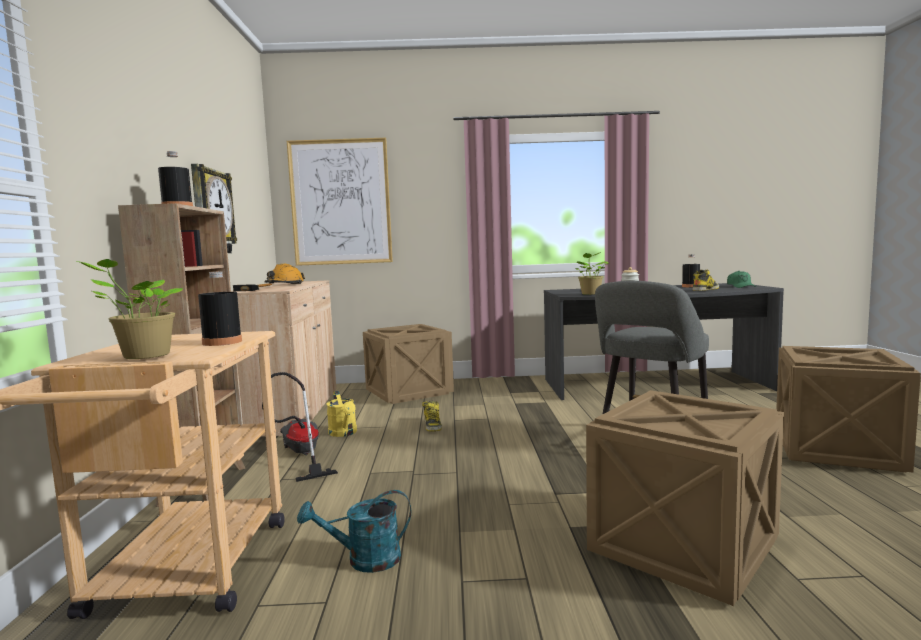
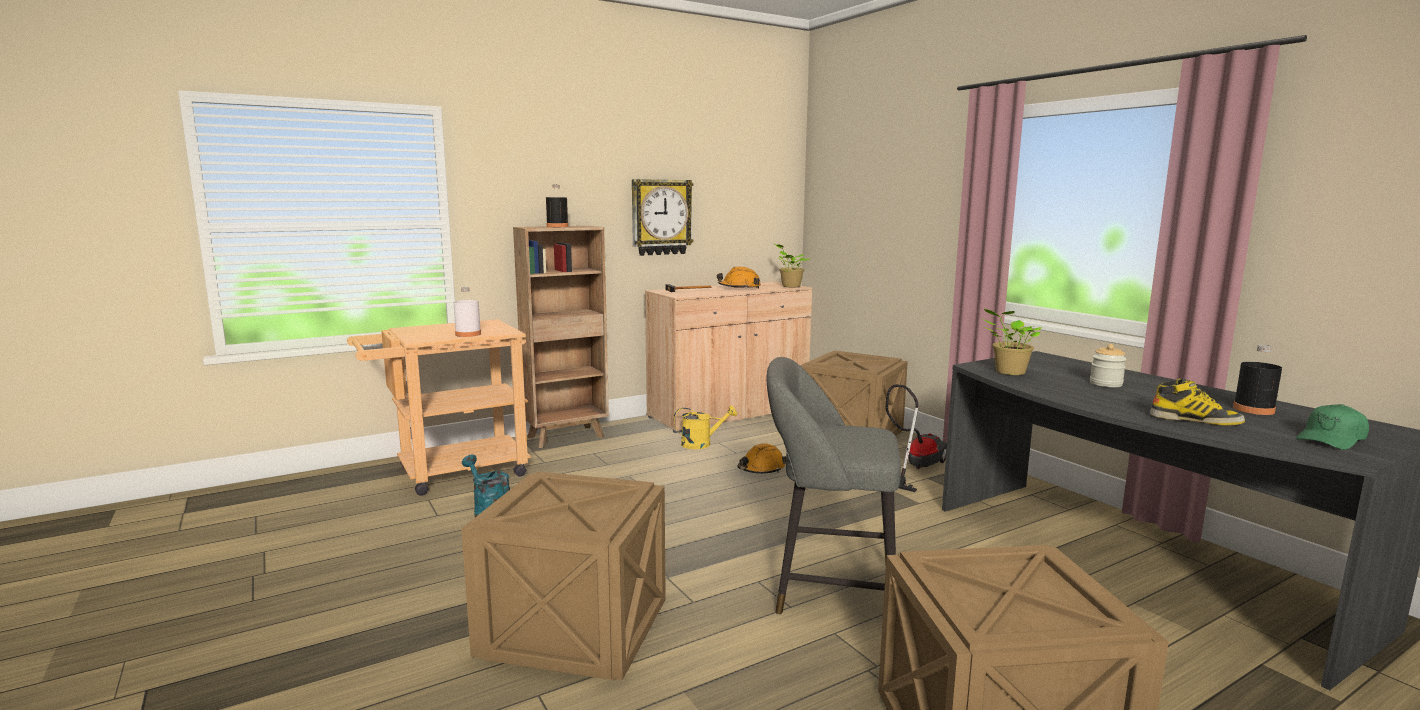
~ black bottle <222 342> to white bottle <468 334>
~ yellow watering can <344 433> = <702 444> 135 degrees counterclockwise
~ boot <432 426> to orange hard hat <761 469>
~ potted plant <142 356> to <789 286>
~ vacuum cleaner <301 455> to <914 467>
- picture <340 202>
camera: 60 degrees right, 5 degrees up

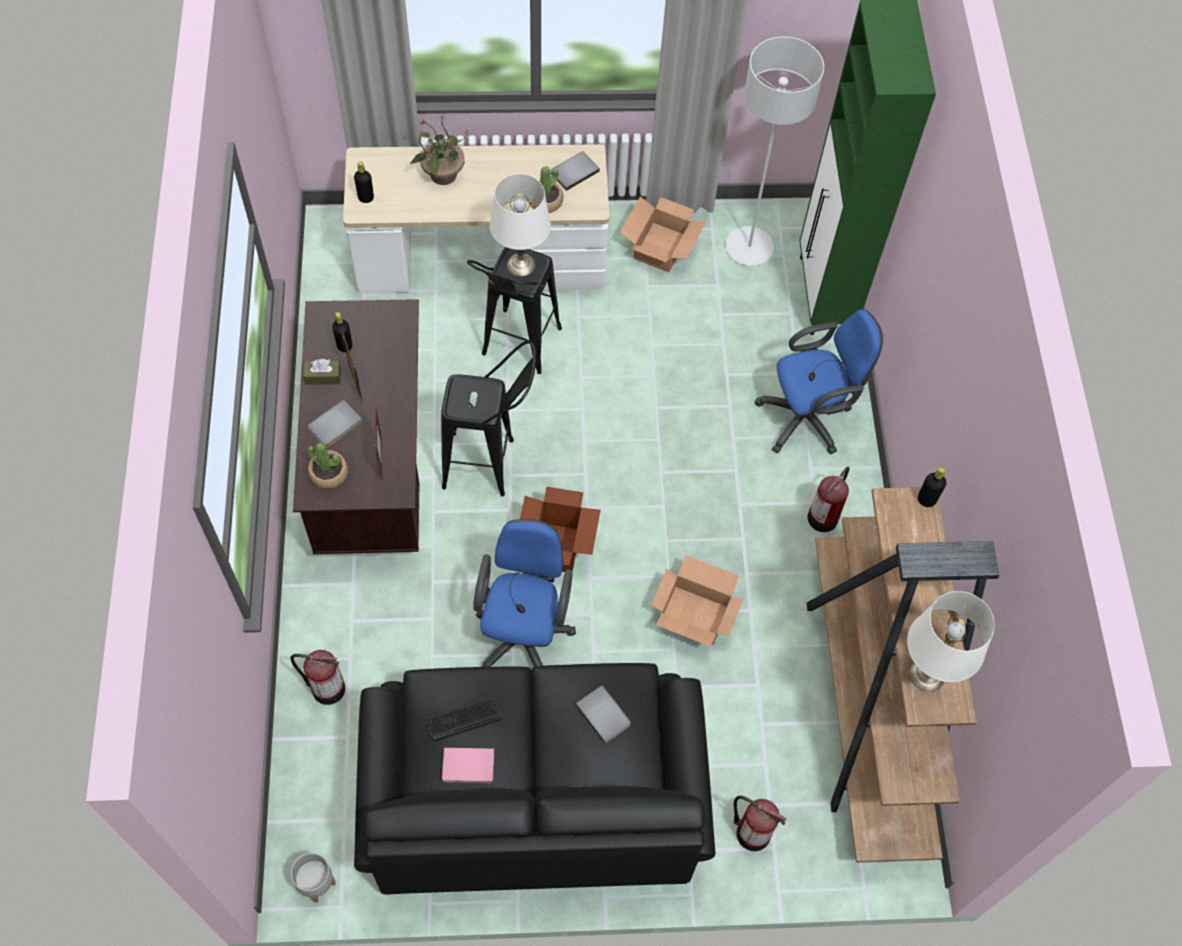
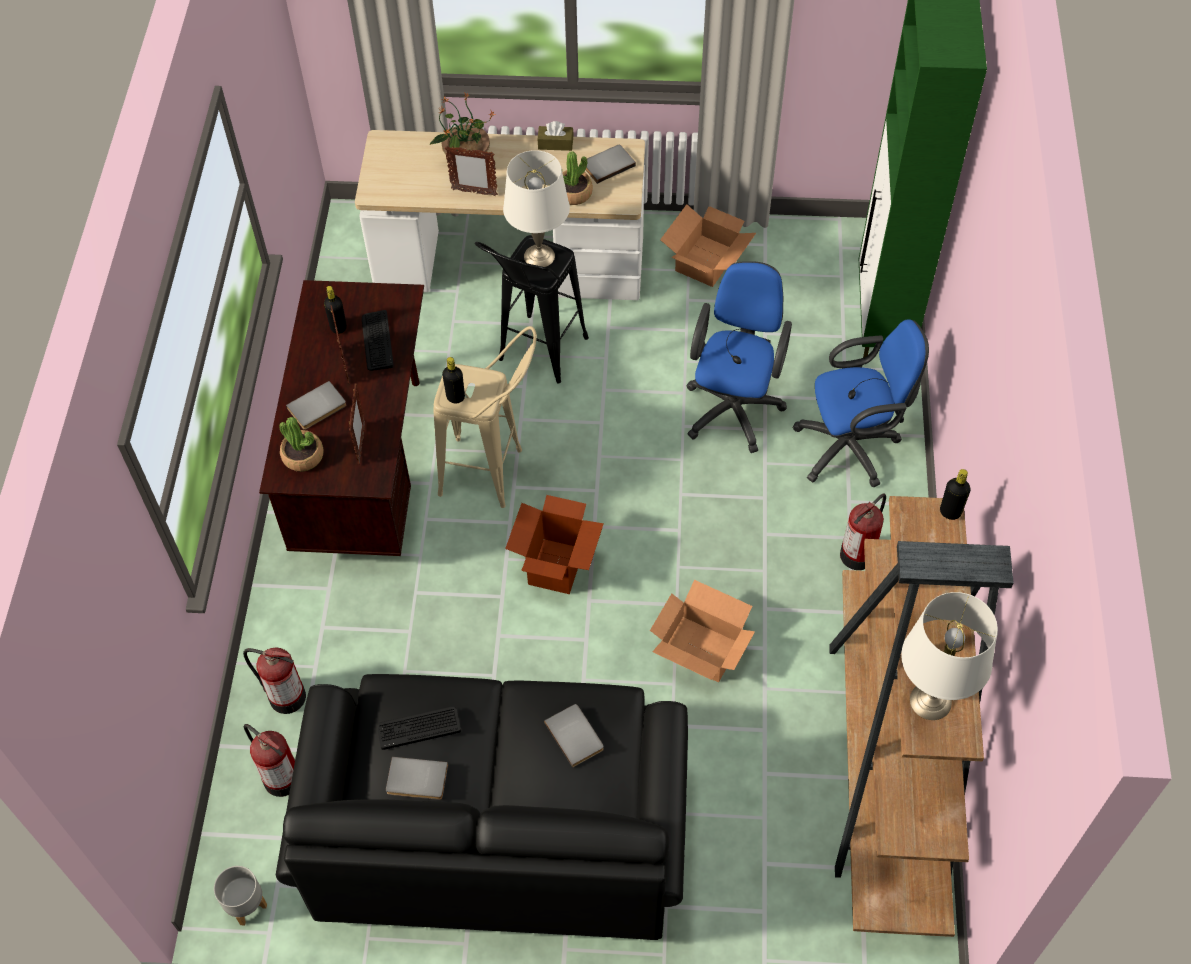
~ fire extinguisher <751 832> to <280 777>
+ keyboard <377 341>
~ pink book <468 768> to grey book <416 781>
~ black stool <491 465> to beige stool <495 475>
~ black bottle <366 198> to <455 397>
+ picture frame <474 192>
~ brown tissue box <323 376> to <555 143>
~ blue office chair <524 632> to <734 405>
- grey floor lamp <749 247>
camera: 10 degrees right, 5 degrees down

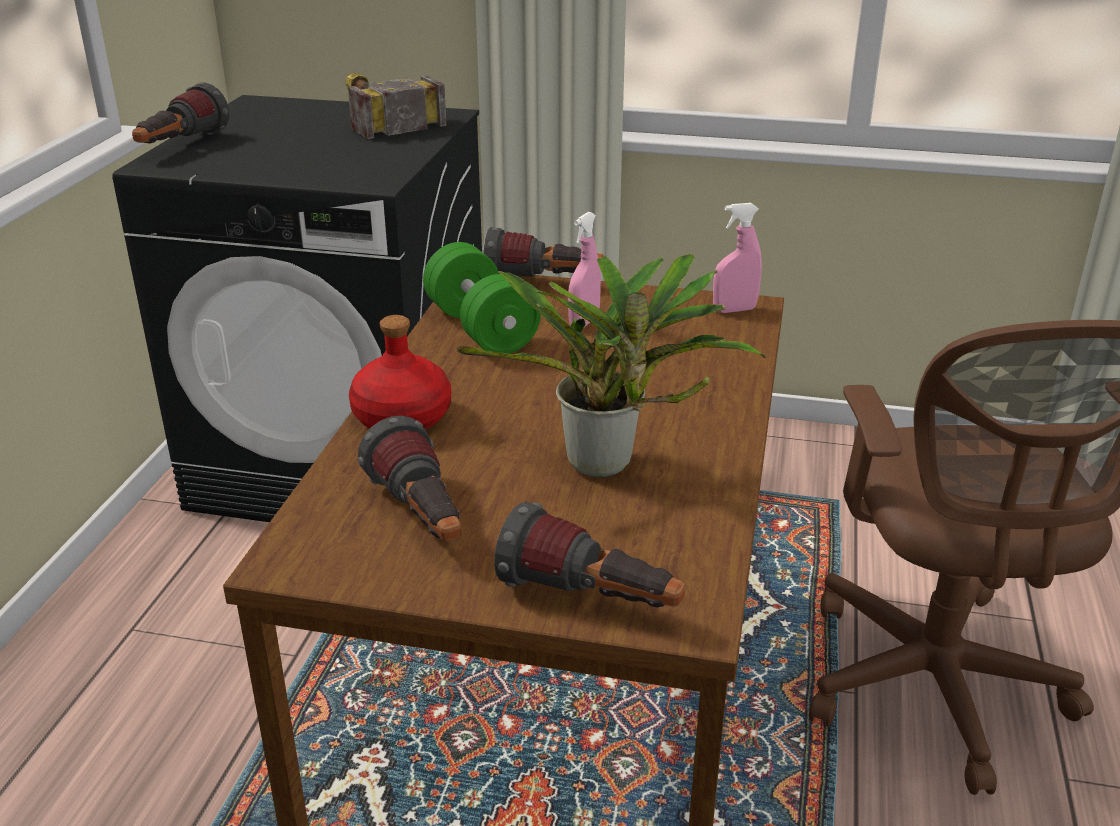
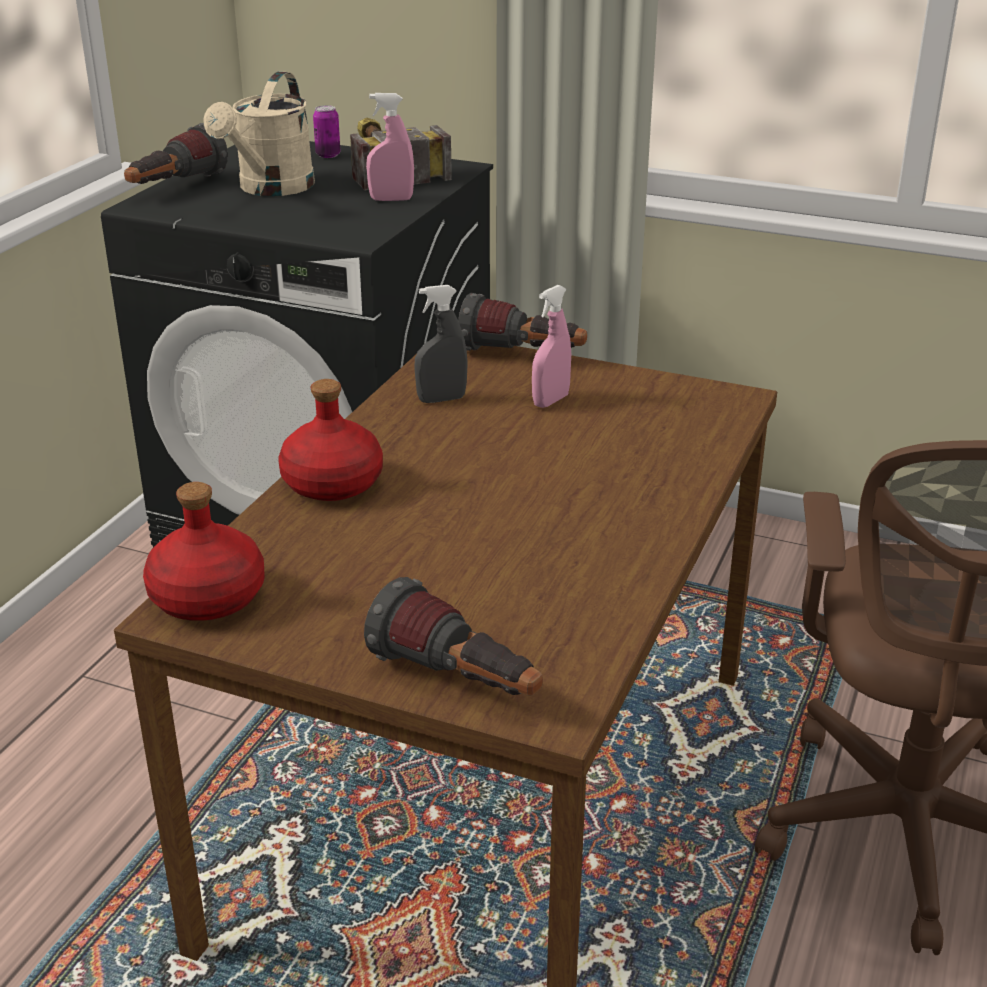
+ red bottle <209 597>
+ beige watering can <270 189>
+ can <328 155>
~ pink spray bottle <734 310> to <391 199>
~ green dumbbell <481 329> to grey spray bottle <441 399>
- flashlight <422 519>
- potted plant <607 467>
camera: 10 degrees right, 0 degrees up

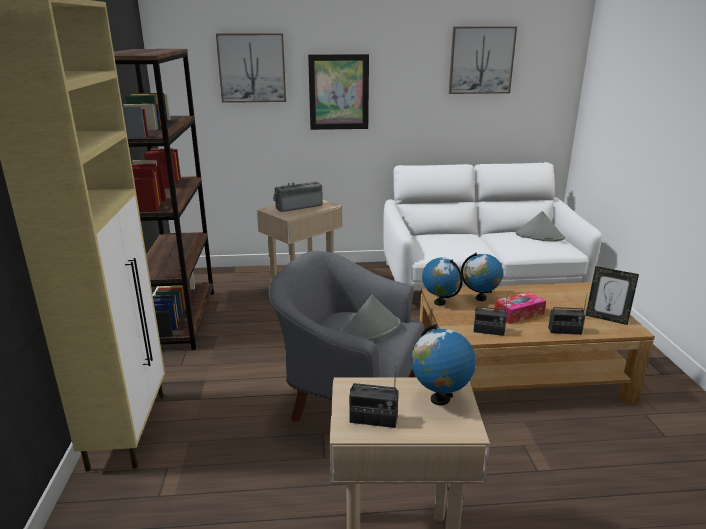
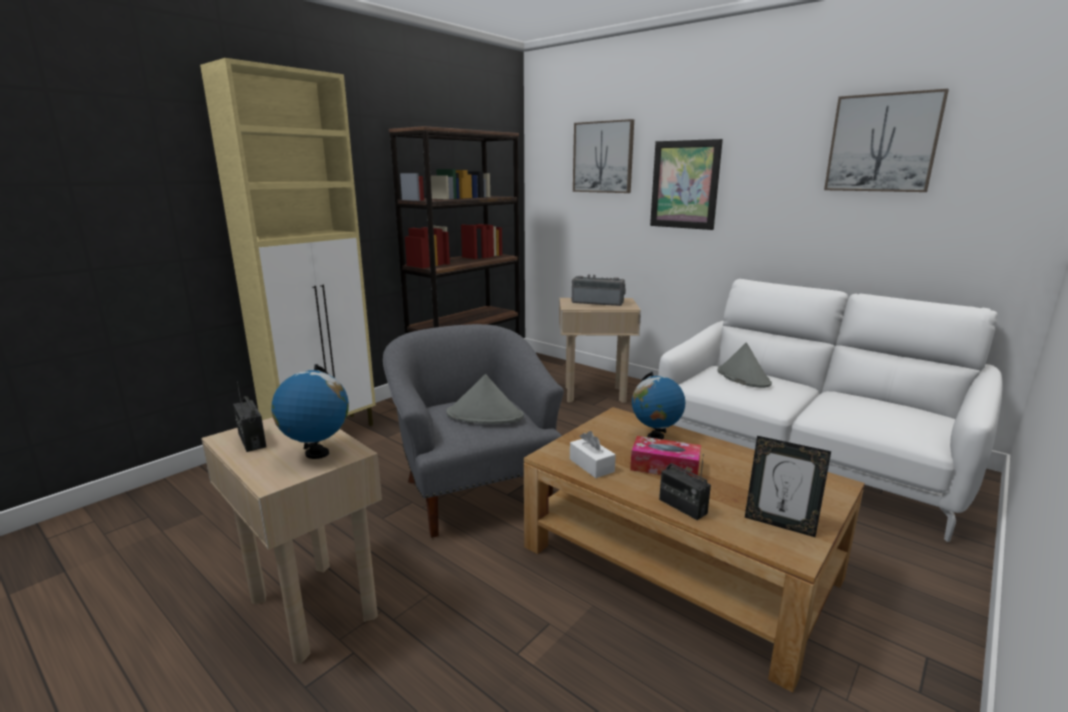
~ radio <488 331> to white tissue box <591 465>
~ grey hat <539 236> to <743 377>
~ picture frame <606 318> = <779 524> 45 degrees counterclockwise
- globe <440 302>
camera: 45 degrees right, 5 degrees down

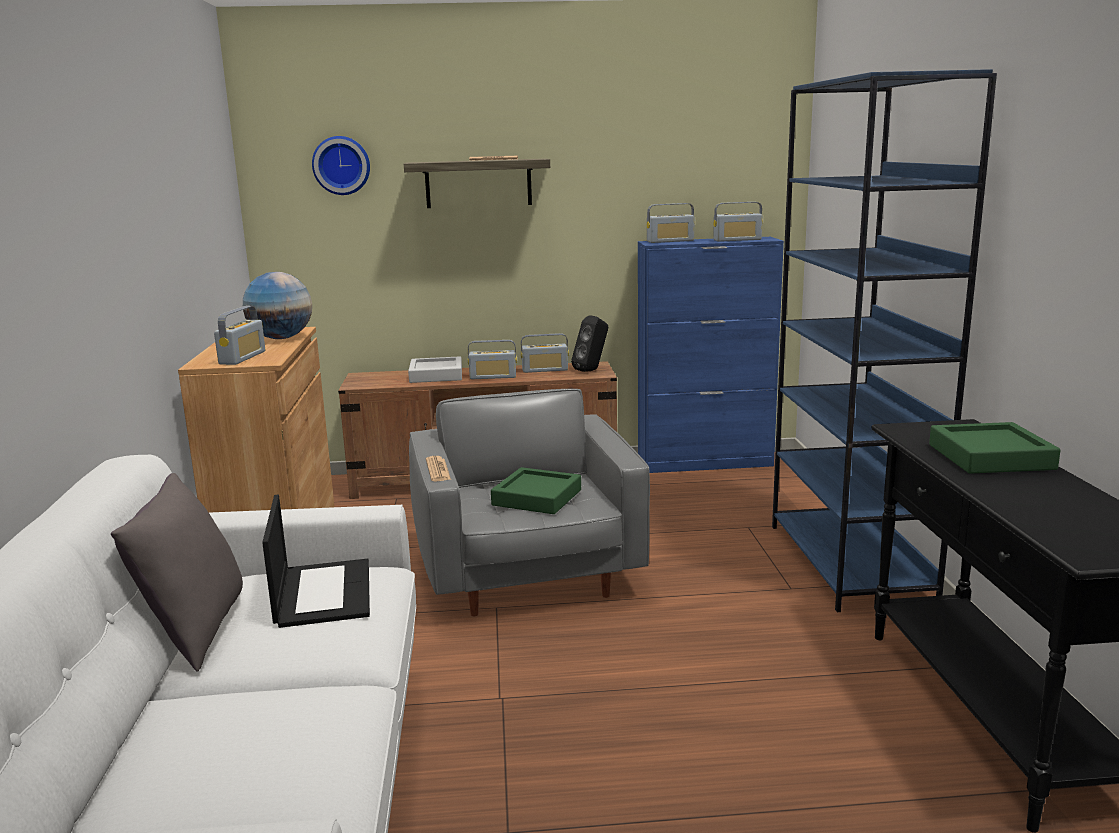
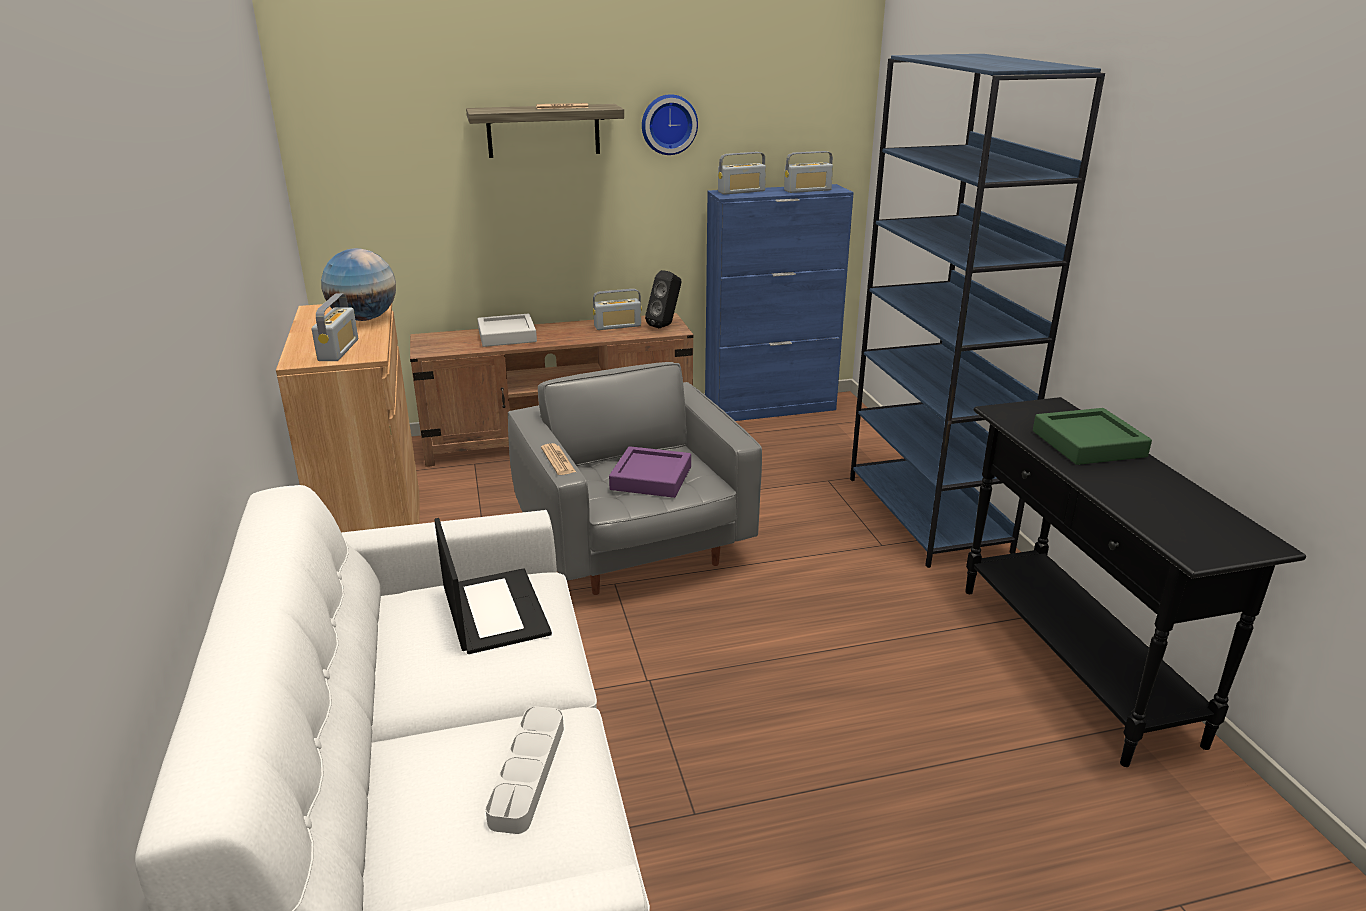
+ grey tray <527 773>
~ green tray <537 497> to purple tray <651 478>
~ wall clock <341 165> to <668 124>
- grey pillow <194 632>
- radio <493 377>
camera: 10 degrees left, 10 degrees up

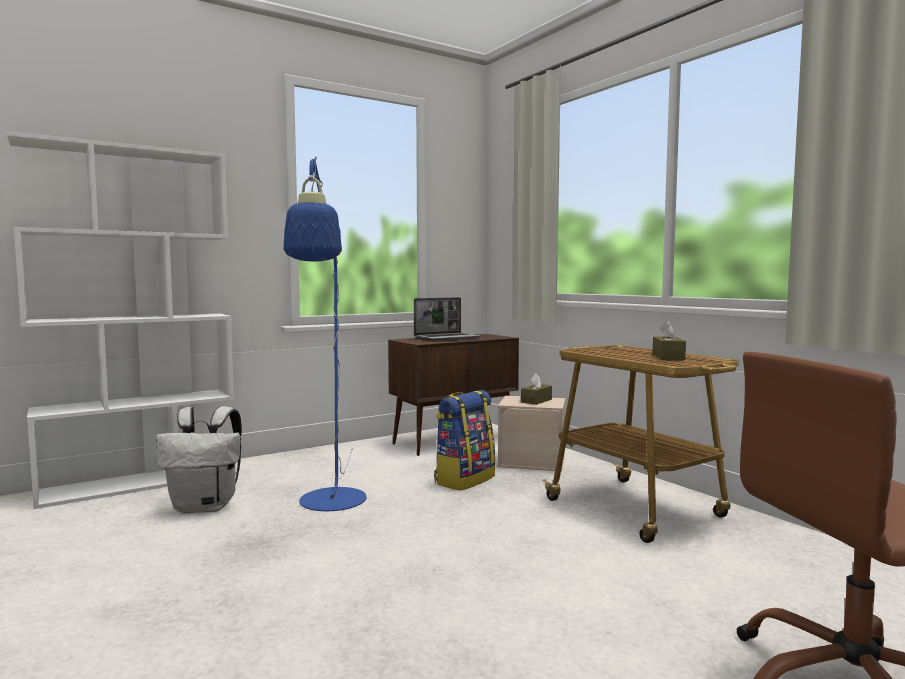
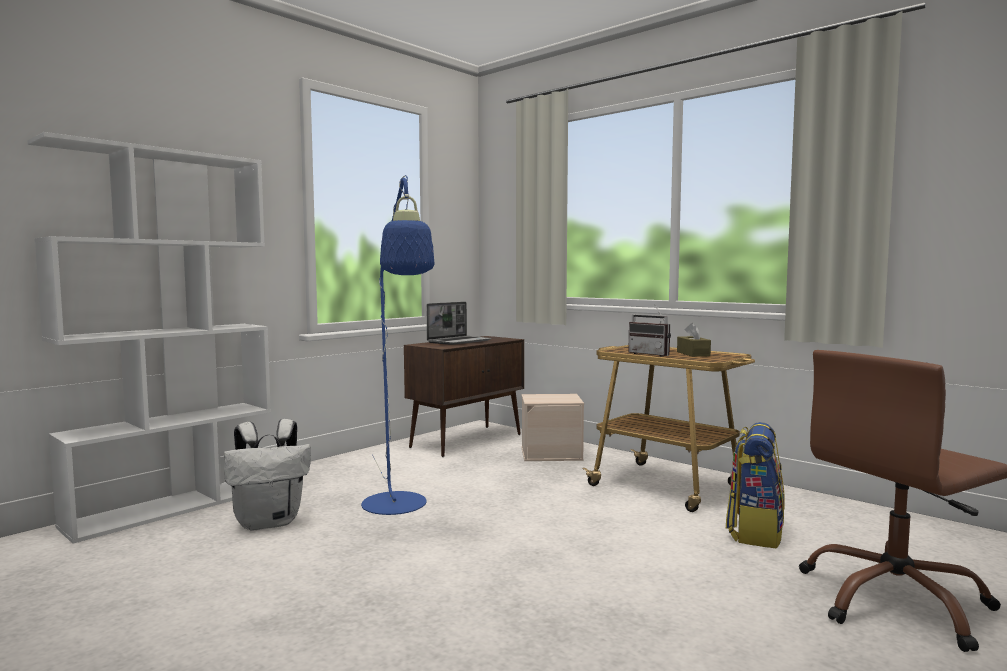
+ radio <651 354>
~ backpack <464 480> to <754 532>
- brown tissue box <536 401>
camera: 15 degrees left, 0 degrees up

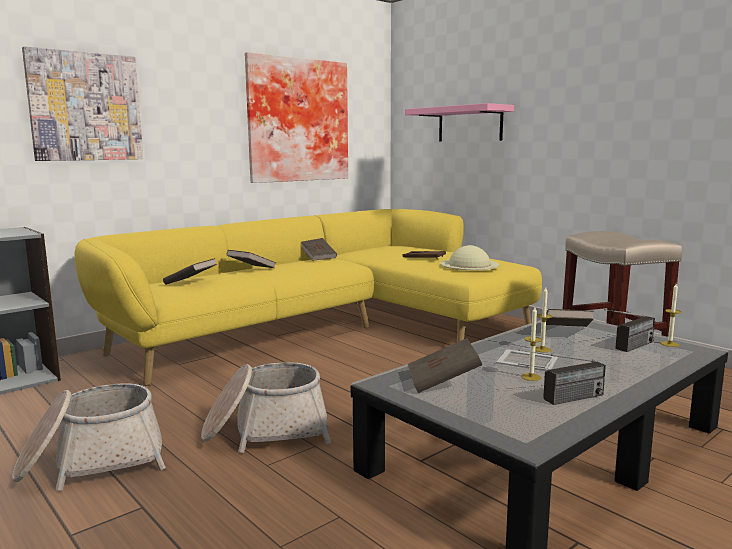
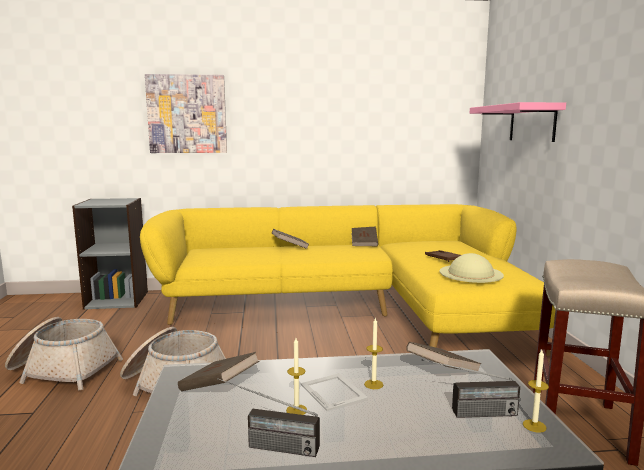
- brown book <190 283>
- picture <296 120>
camera: 35 degrees right, 0 degrees up

